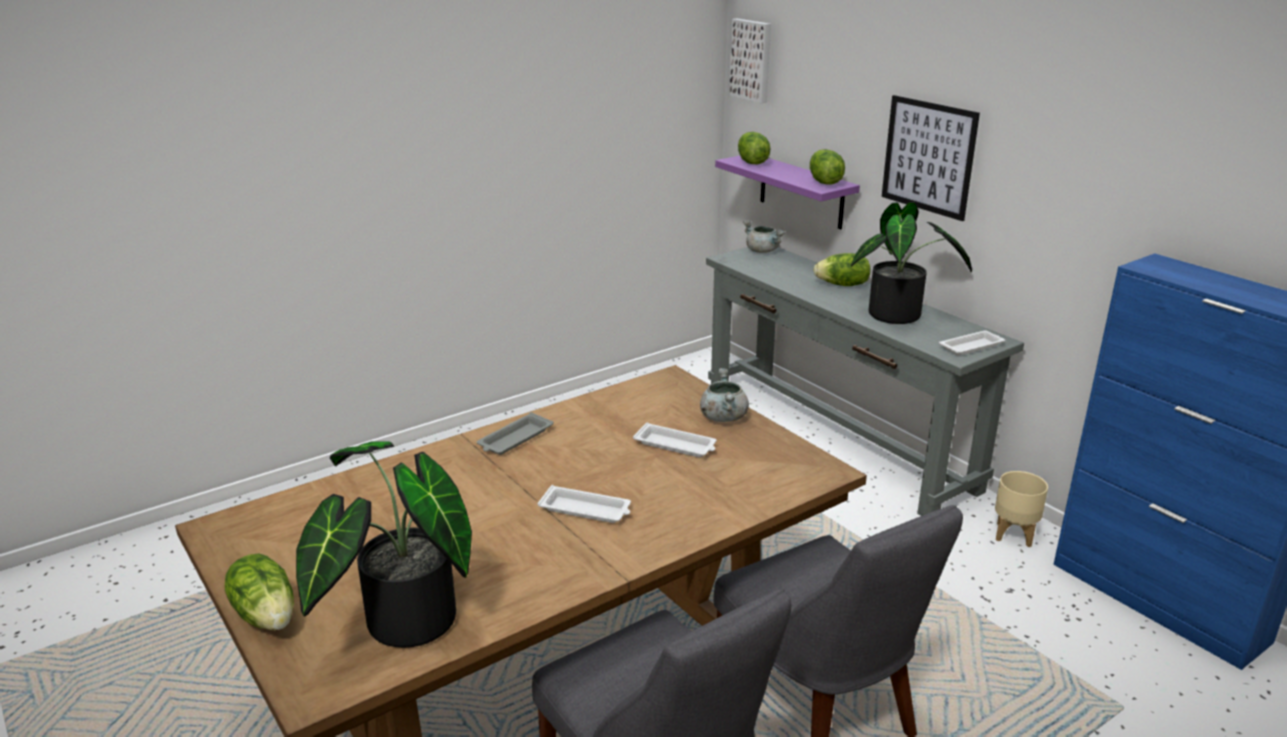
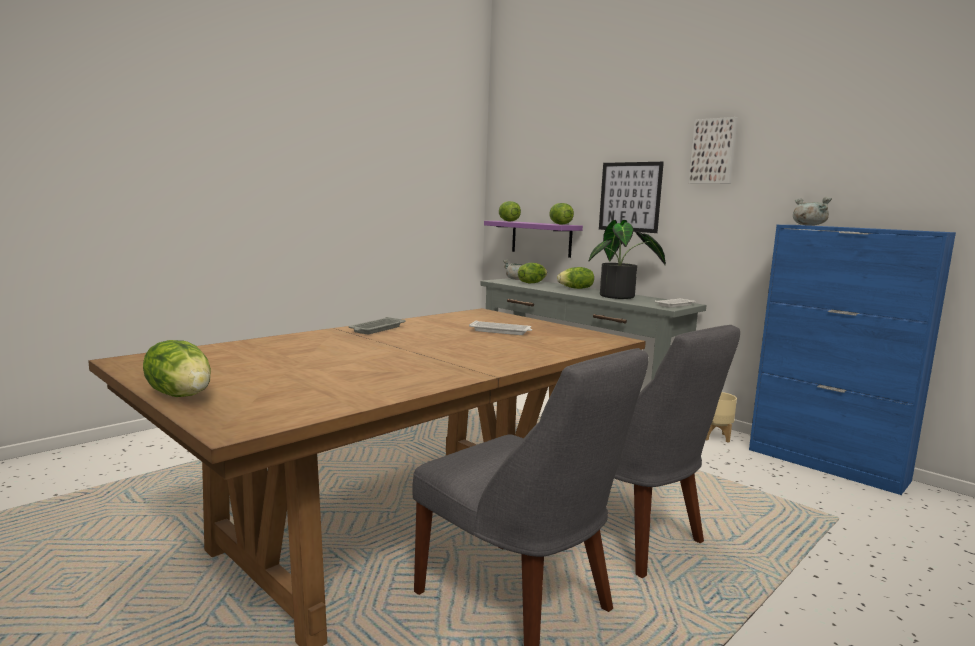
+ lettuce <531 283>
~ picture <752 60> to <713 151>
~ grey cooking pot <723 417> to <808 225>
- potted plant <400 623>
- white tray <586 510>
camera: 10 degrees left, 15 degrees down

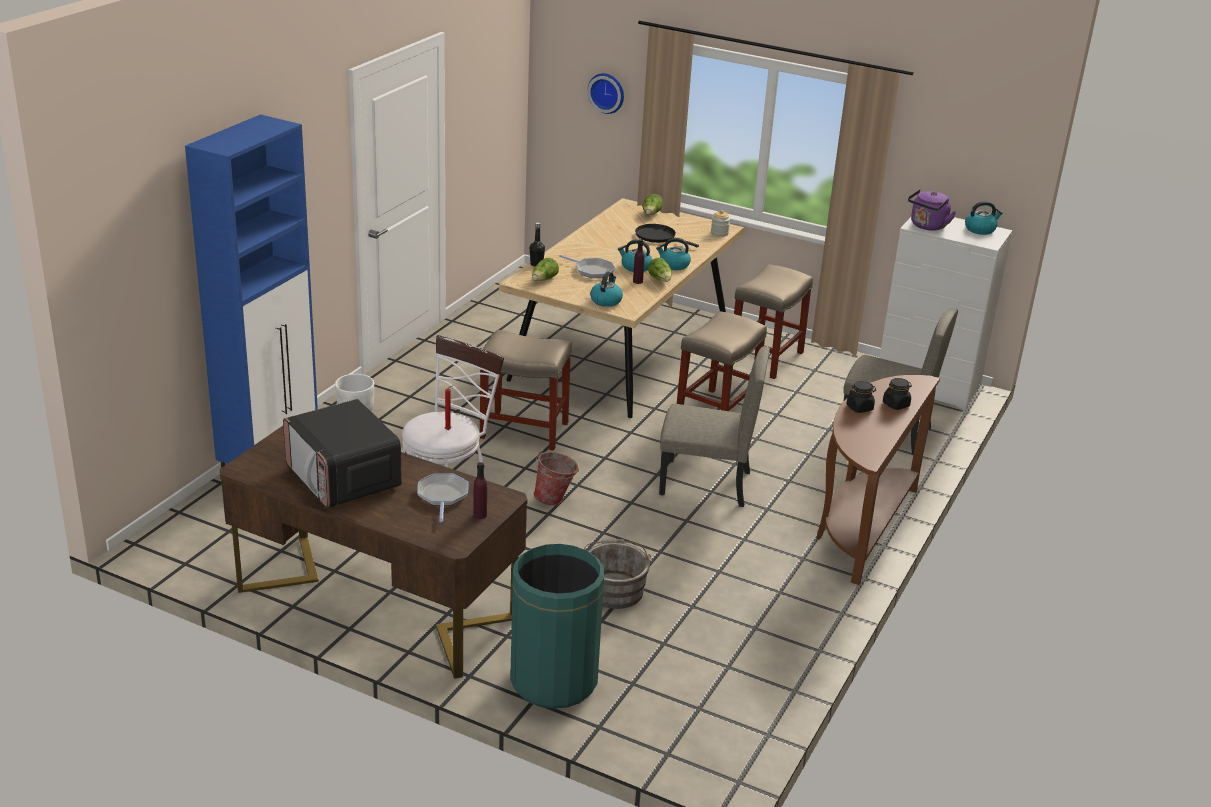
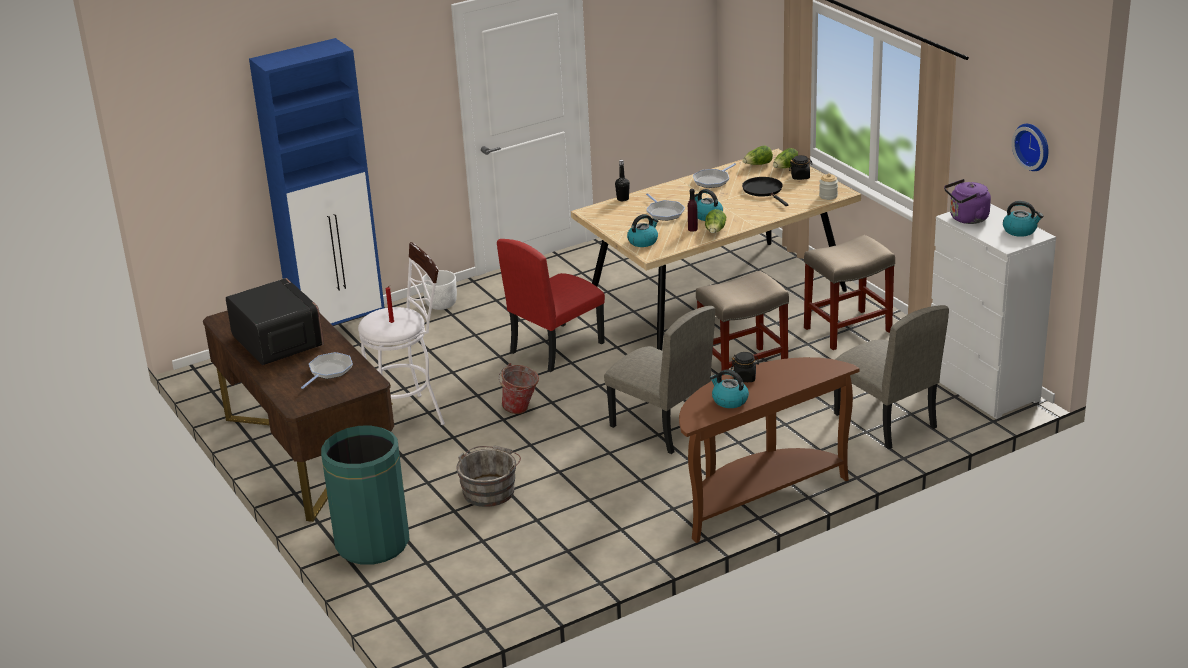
~ microwave <343 478> = <277 342> 150 degrees clockwise
~ beige stool <523 430> to red chair <556 347>
+ frying pan <712 180>
~ kettle <674 265> to <729 400>
~ lettuce <544 280> to <758 164>
~ black jar <896 404> to <800 177>
~ wall clock <607 92> to <1034 146>
- purple bottle <480 515>
camera: 35 degrees right, 0 degrees up

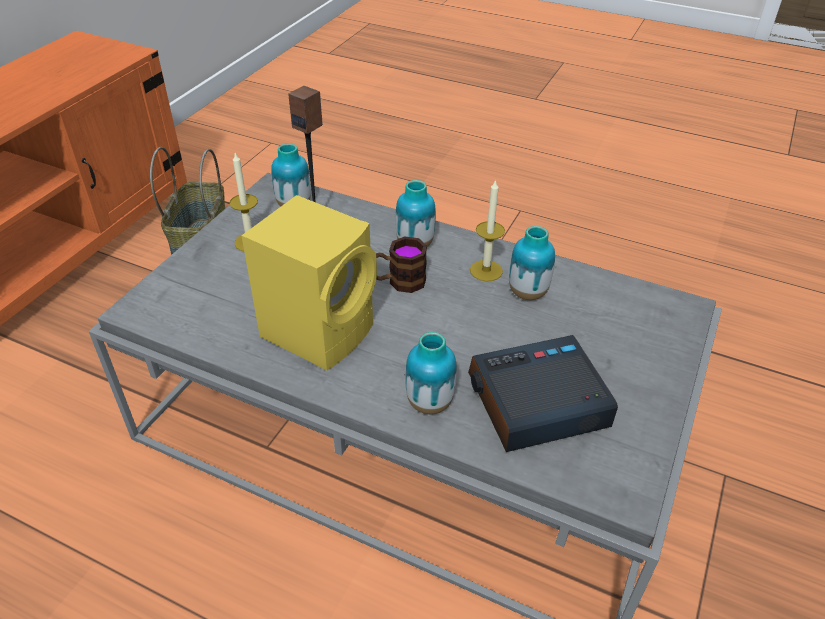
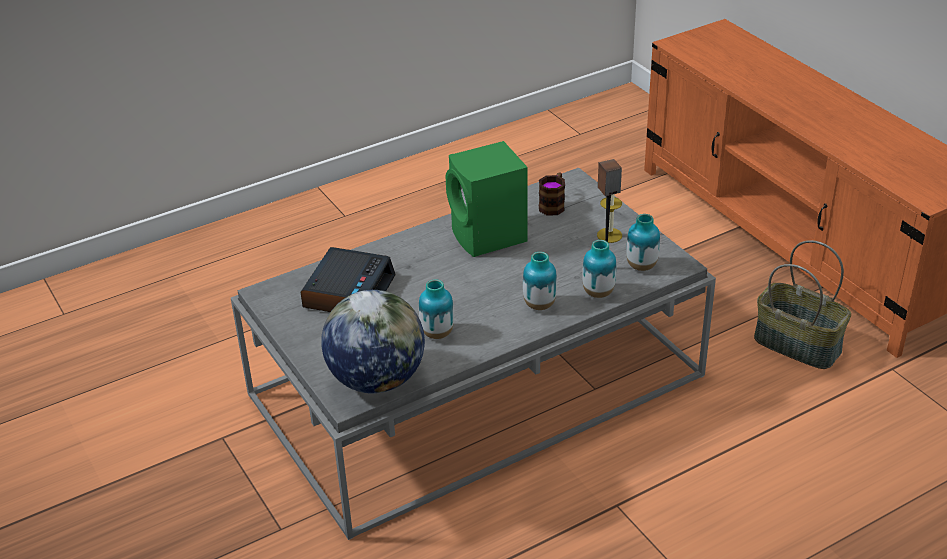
+ globe <376 379>
~ yellow speaker <320 329> to green speaker <489 237>
~ mug <399 281> to <553 204>
~ vase <429 403> to <598 293>
- candle <486 270>
camera: 125 degrees right, 5 degrees down

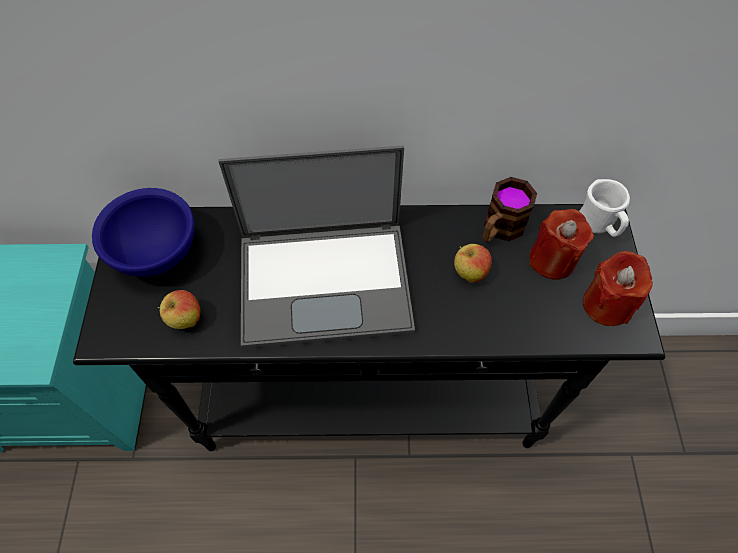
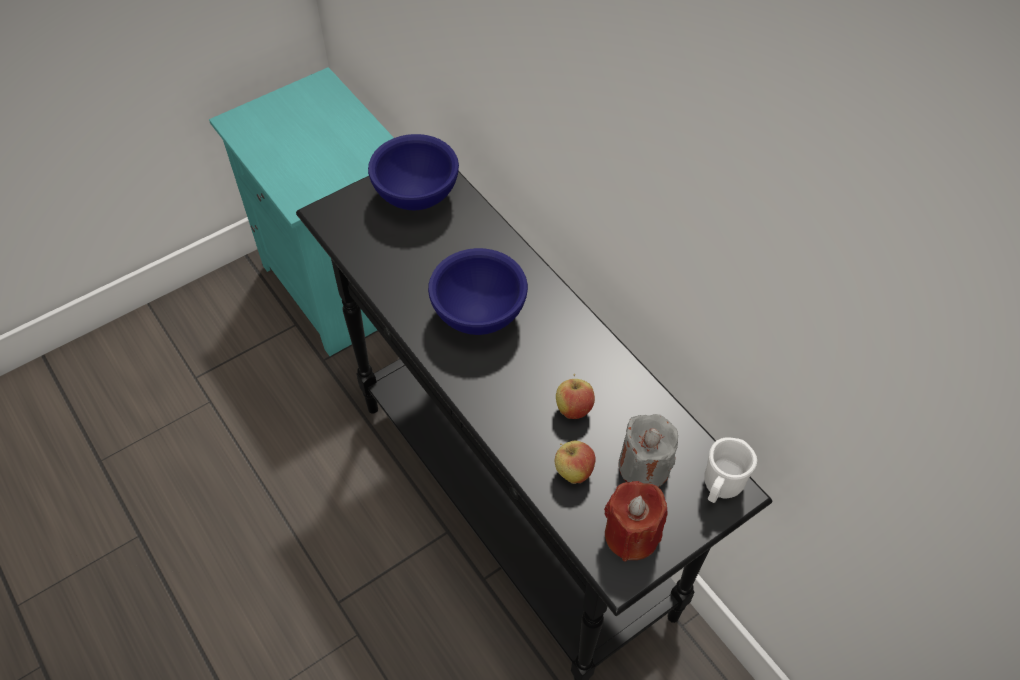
~ laptop <327 281> to blue bowl <480 314>
~ apple <185 319> to <573 472>
~ red candle <552 260> to grey candle <644 467>
- mug <499 229>
camera: 55 degrees right, 5 degrees down

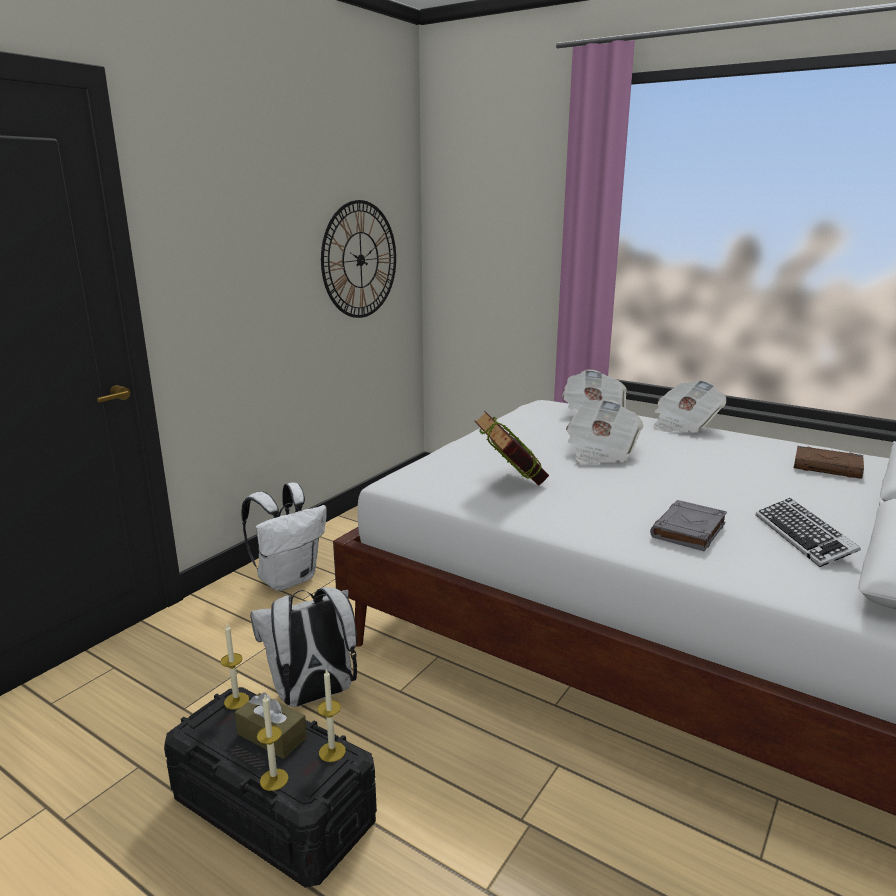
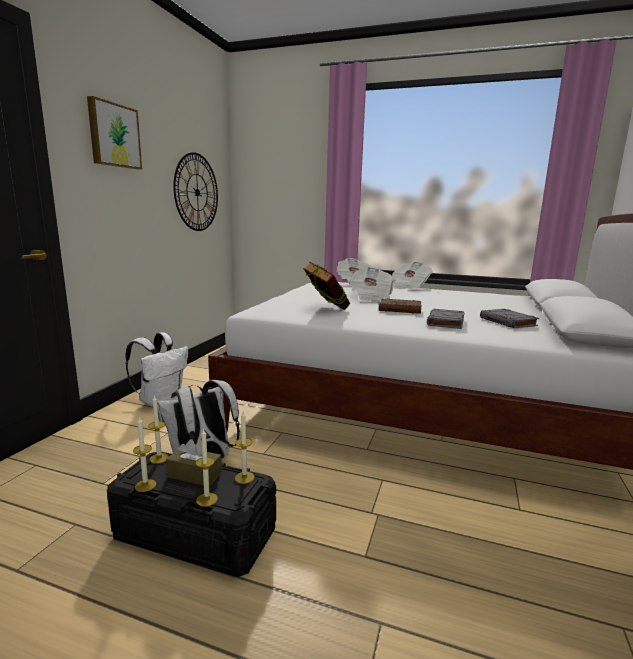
+ picture <113 135>
+ candle <145 485>
~ brown book <828 467> to <400 309>
~ keyboard <803 538> to grey book <508 322>
camera: 15 degrees left, 5 degrees down

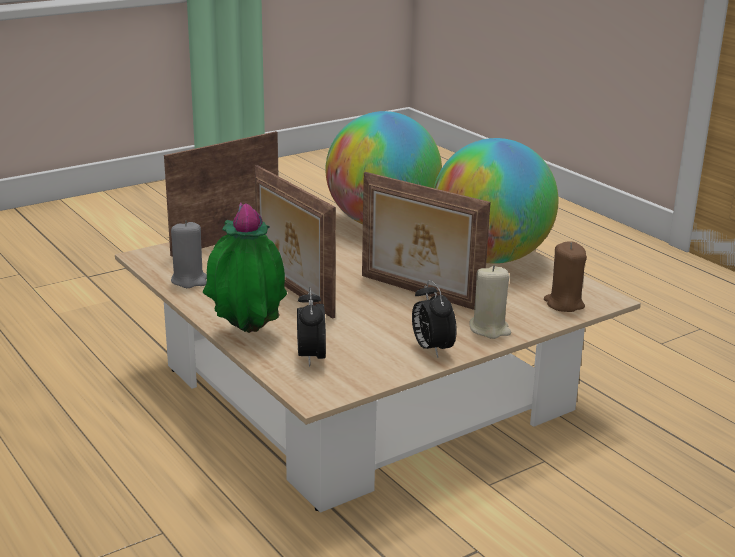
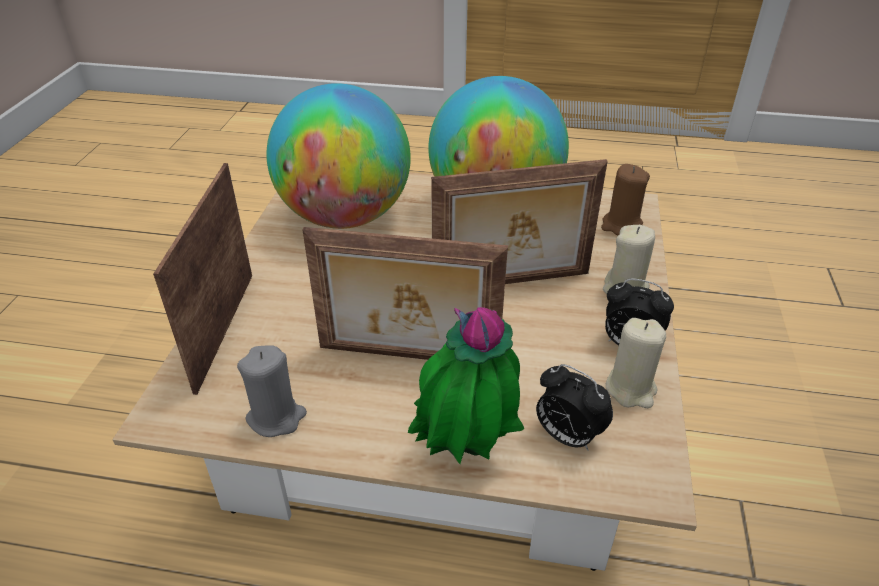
+ beige candle <631 389>
camera: 45 degrees left, 15 degrees up

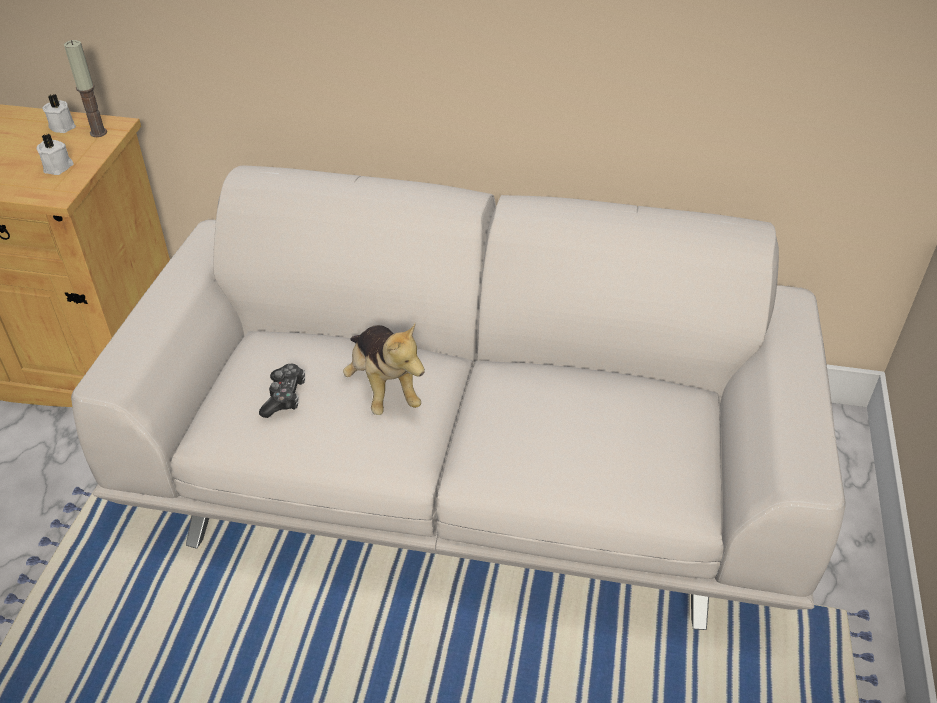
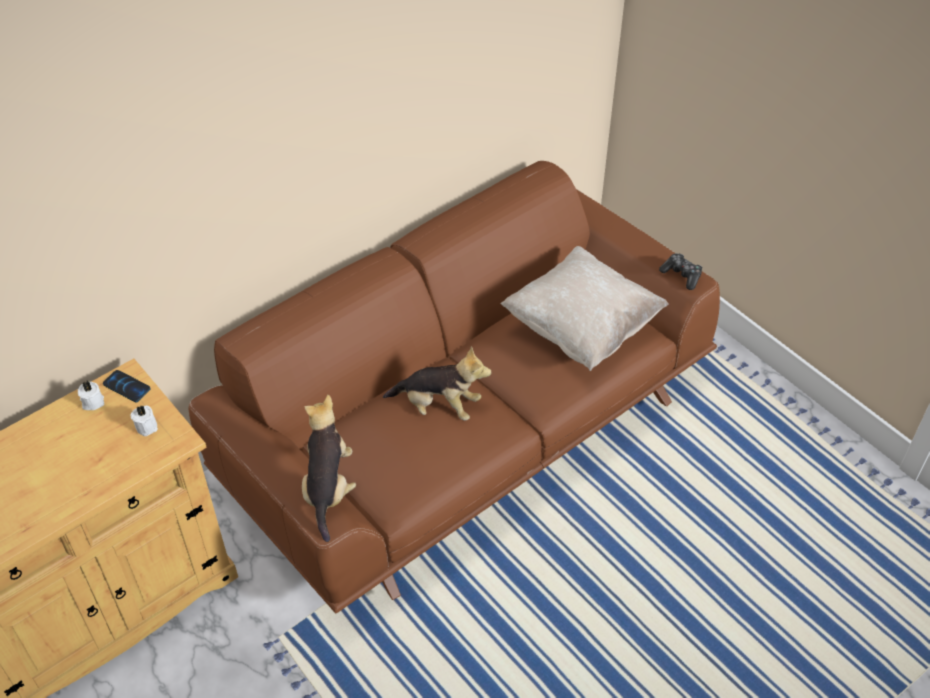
~ candle <98 132> to phone <127 386>
~ white sofa <470 472> to brown sofa <465 430>
+ plush toy <328 487>
+ beige pillow <581 328>
~ game controller <284 397> to <682 275>
camera: 50 degrees left, 5 degrees up

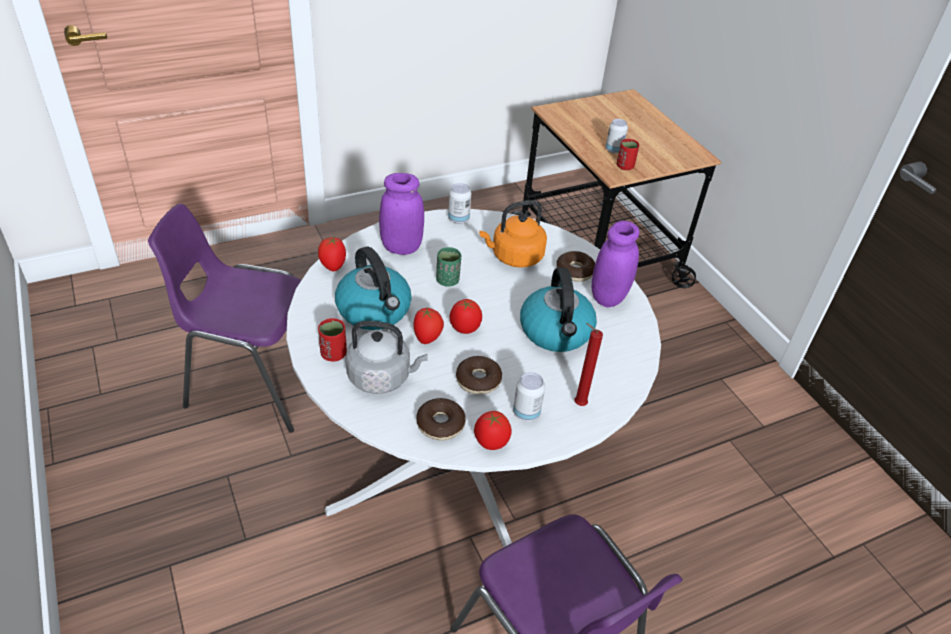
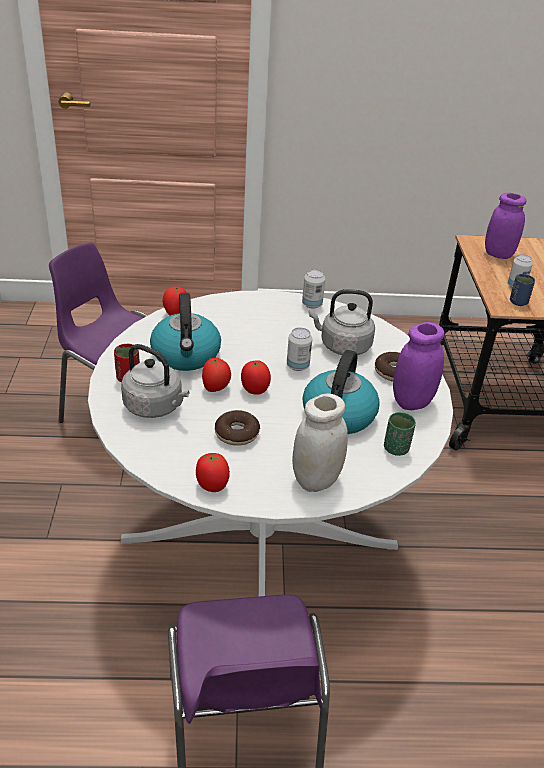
~ can <526 413> to <297 366>
~ red candle <577 404> to white jar <316 480>
~ orange kettle <514 257> to grey kettle <342 346>
~ green cup <447 281> to <396 449>
~ purple jar <401 247> to <498 254>
~ red cup <625 166> to blue cup <518 302>
- donut <440 424>
camera: 25 degrees right, 5 degrees down

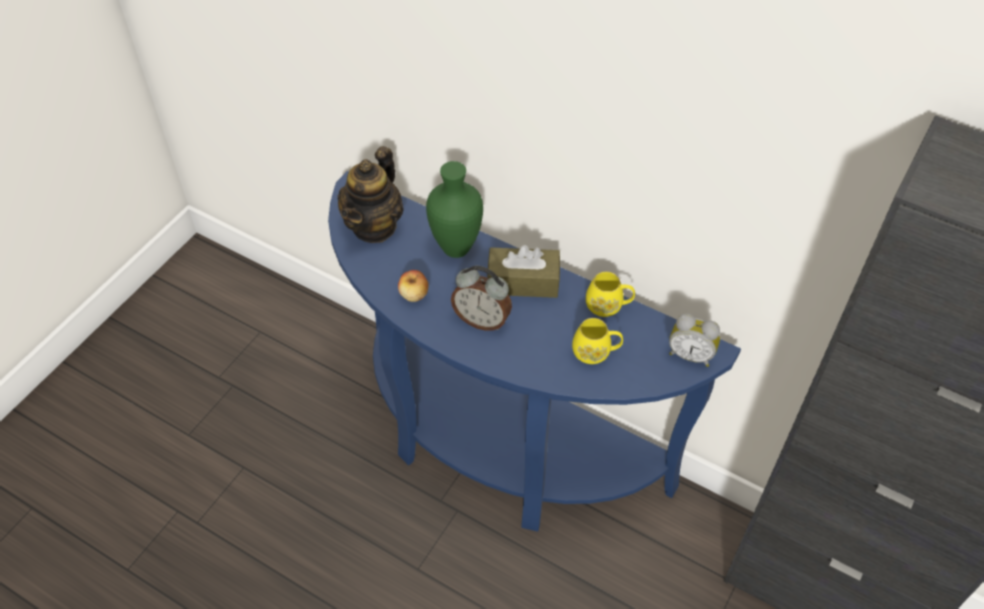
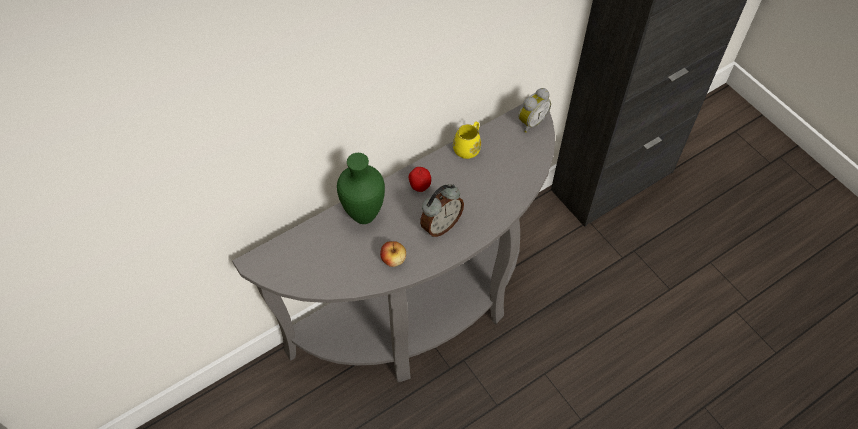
~ blue console table <497 445> to grey console table <424 311>
~ brown tissue box <523 282> to apple <420 187>
- teapot <374 226>
- yellow mug <596 352>
camera: 65 degrees left, 5 degrees up

